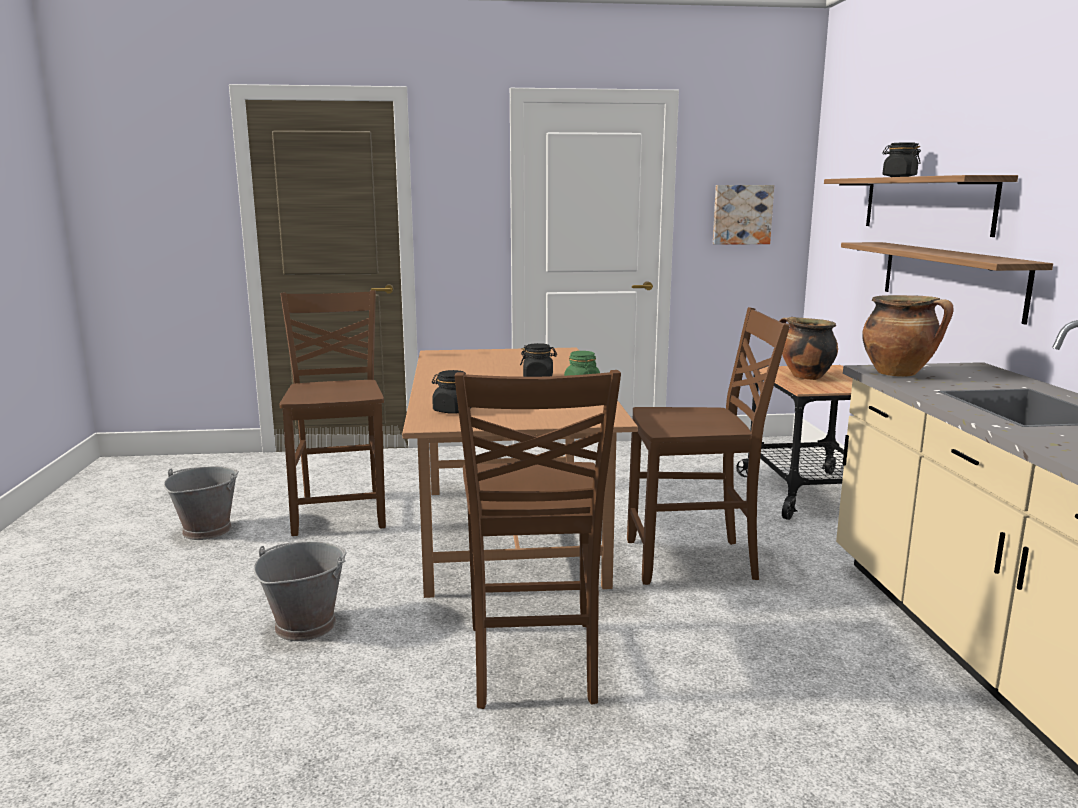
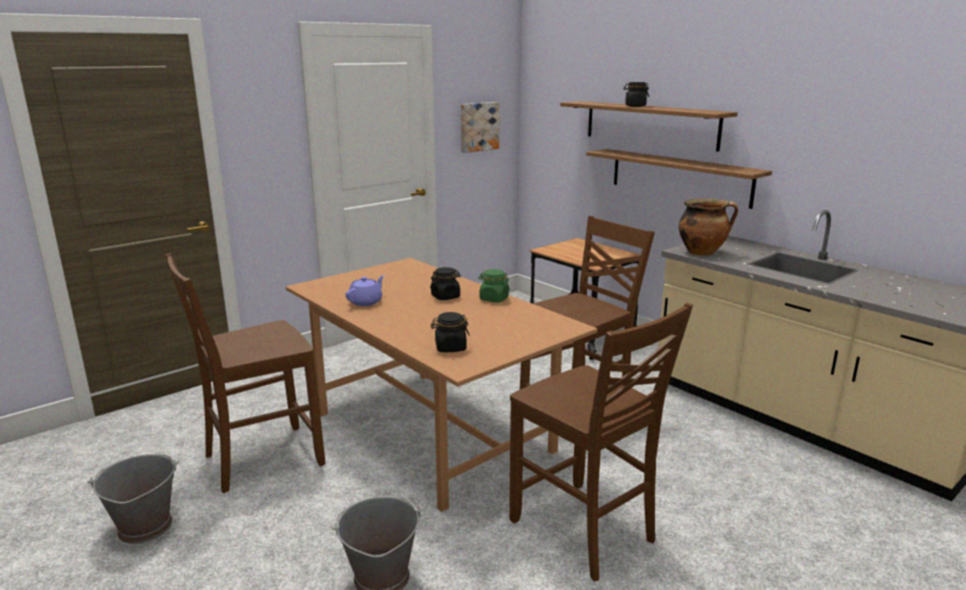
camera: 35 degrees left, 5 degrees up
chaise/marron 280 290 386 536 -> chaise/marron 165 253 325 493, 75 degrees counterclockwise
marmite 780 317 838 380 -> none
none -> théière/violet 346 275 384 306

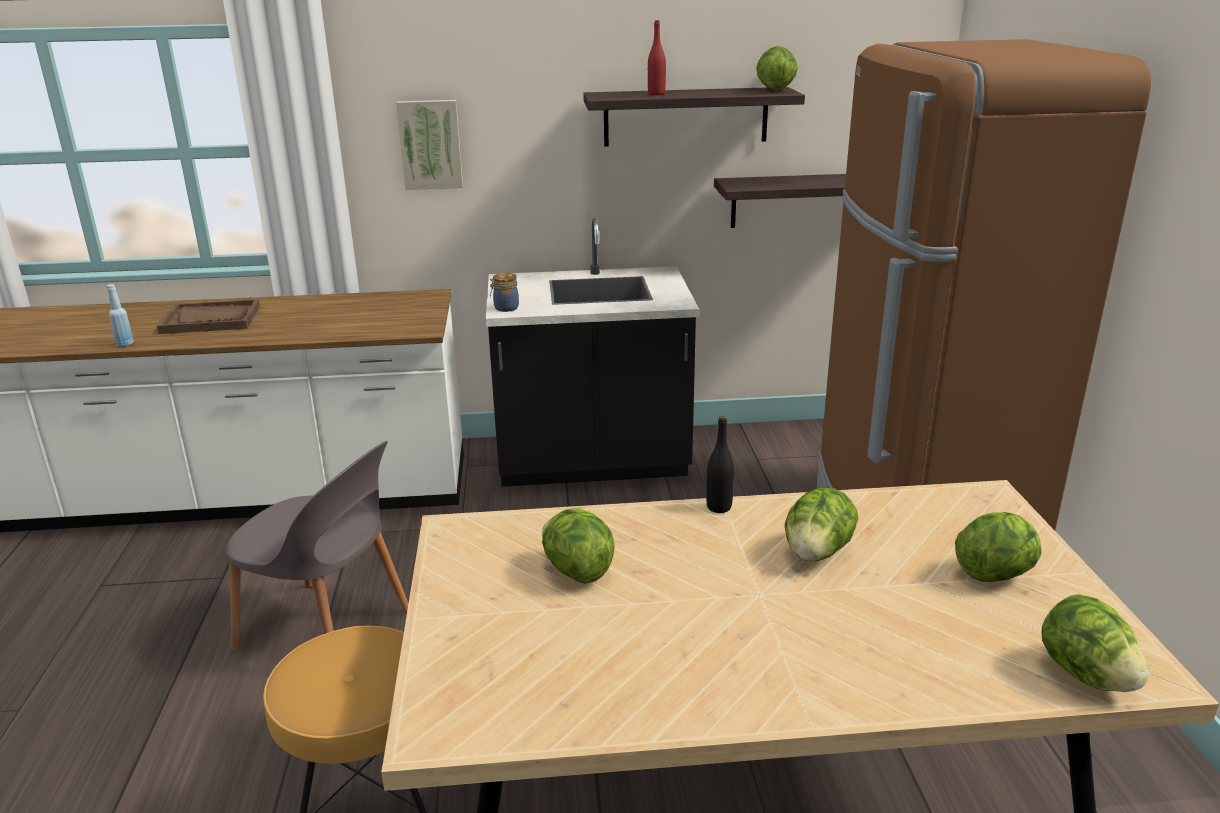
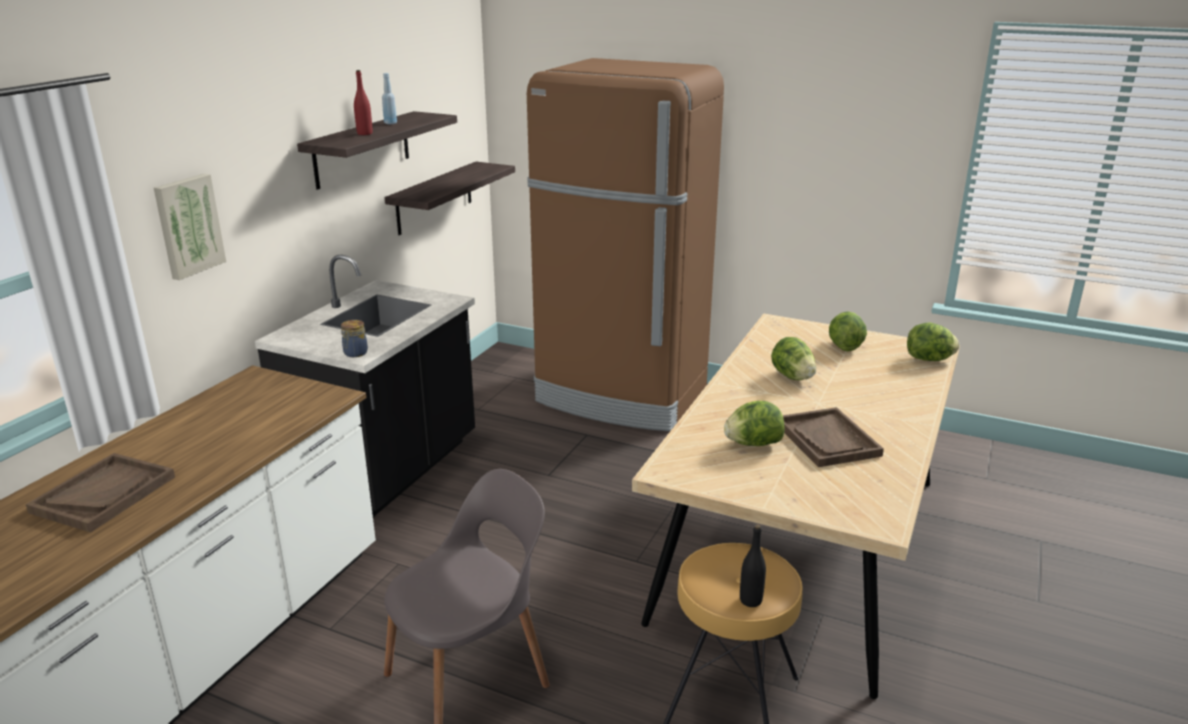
camera: 60 degrees left, 0 degrees up
laitue 756 46 798 91 -> none
bouteille/bleu 107 284 134 347 -> bouteille/bleu 382 73 397 124, move
bouteille/noir 706 416 734 513 -> bouteille/noir 740 524 766 607, move
none -> plateau/marron 783 407 884 467

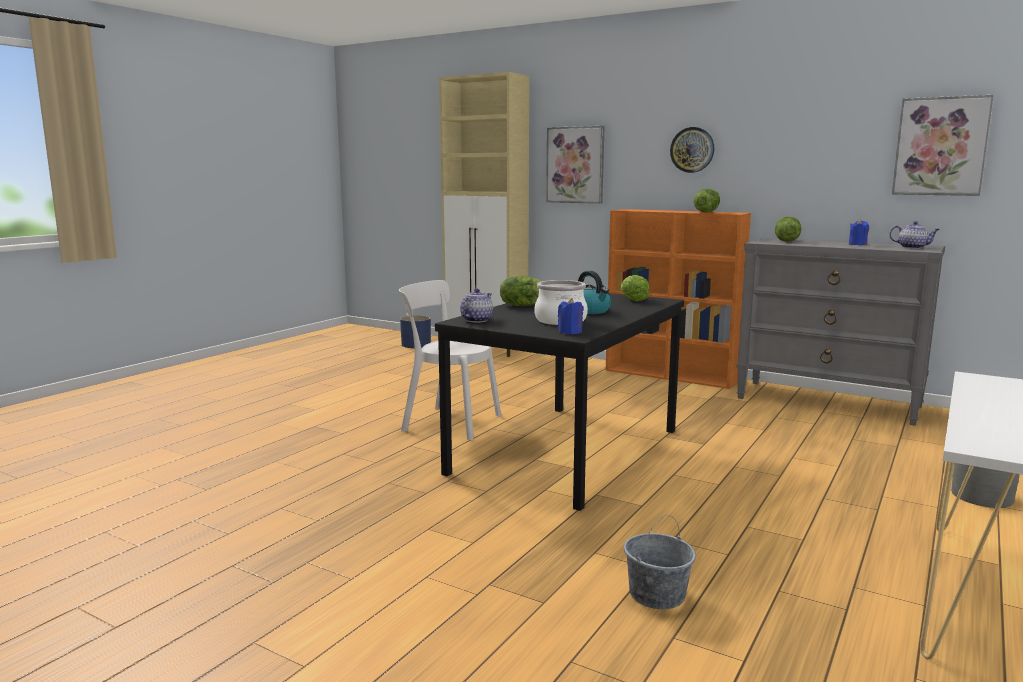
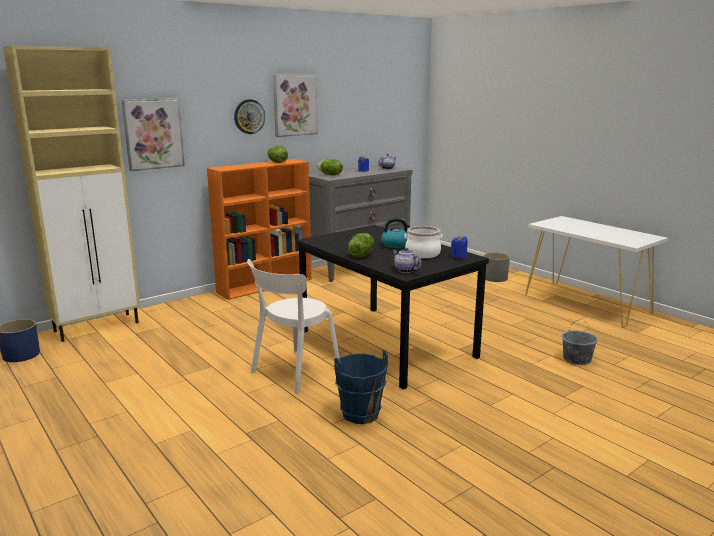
camera: 70 degrees left, 5 degrees up
tableau 892 95 994 196 -> tableau 273 75 318 137, move
laitue 621 275 649 301 -> none
none -> seau/bleu 334 350 388 424

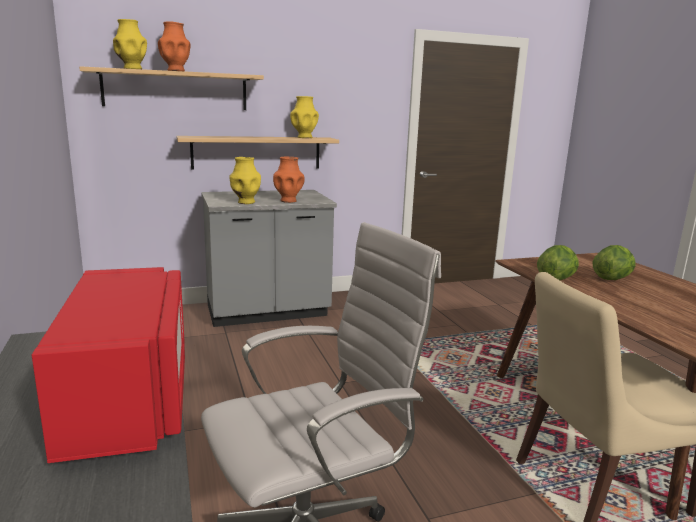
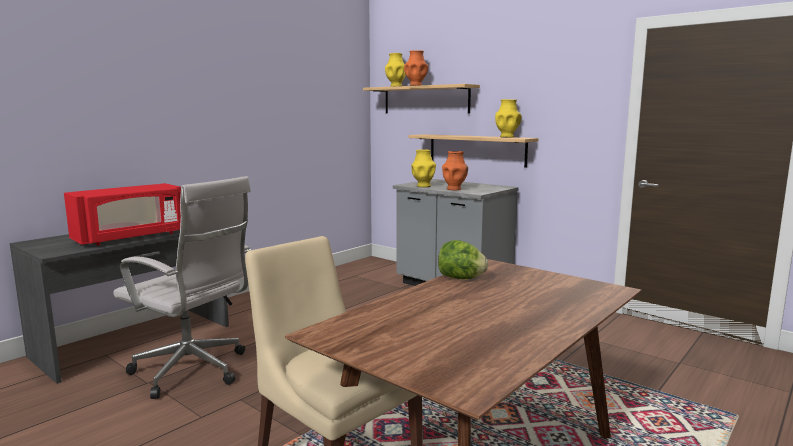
camera: 60 degrees right, 5 degrees down
laitue 592 245 636 280 -> none

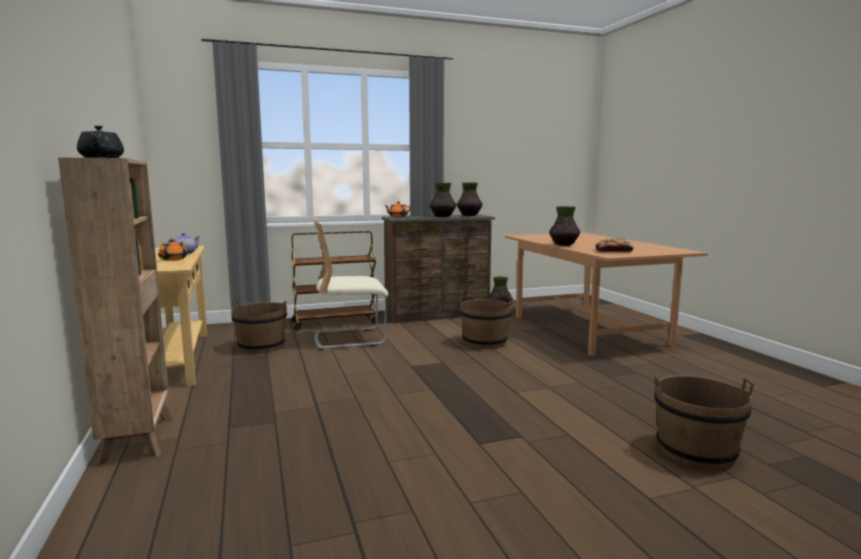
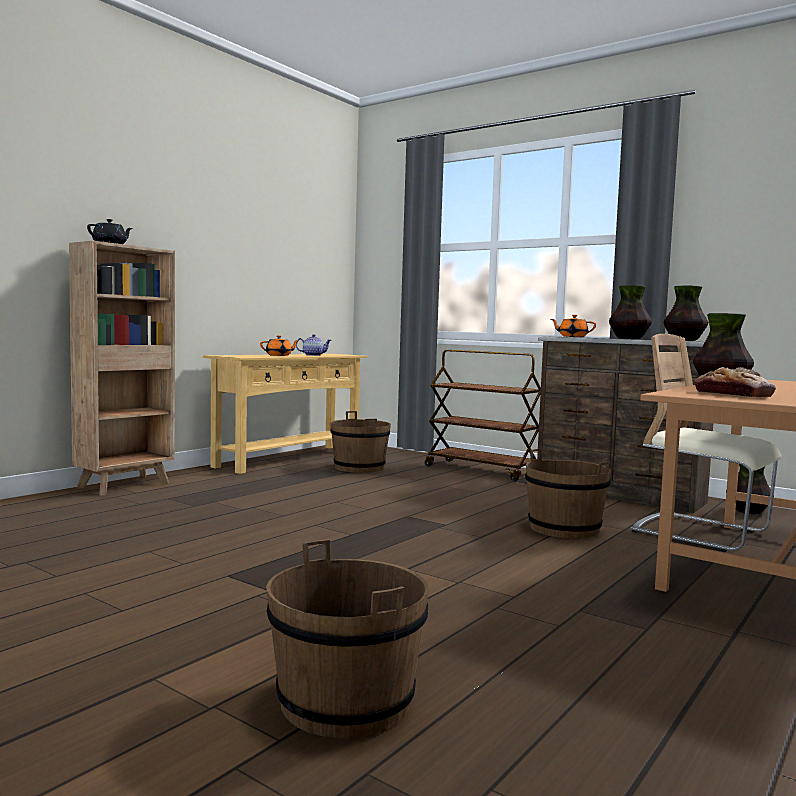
camera: 55 degrees right, 5 degrees down
chaise/beige 314 219 389 350 -> chaise/beige 631 334 781 552, move

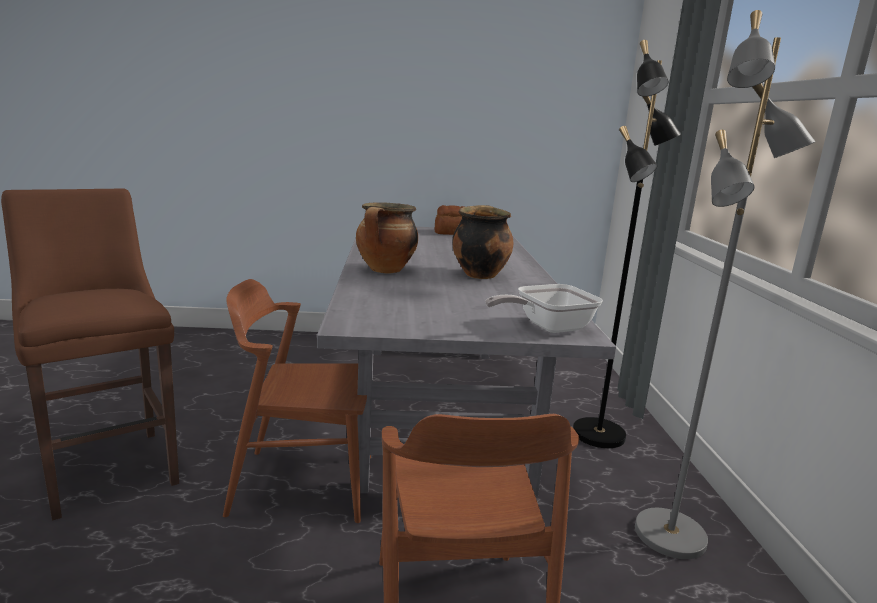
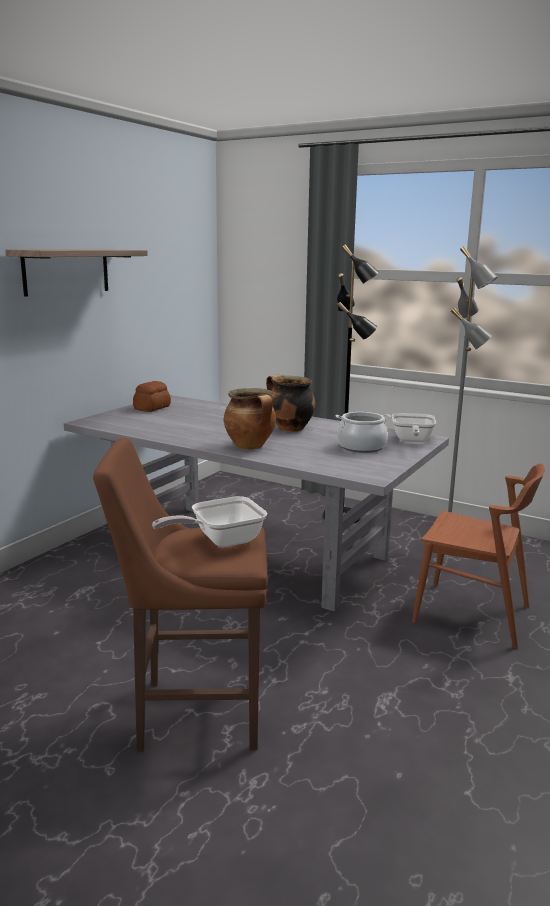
camera: 55 degrees left, 0 degrees up
chaise/marron 223 279 371 523 -> none
none -> étagère 5 250 148 297
none -> marmite 336 412 391 453
none -> poêle 152 496 267 547

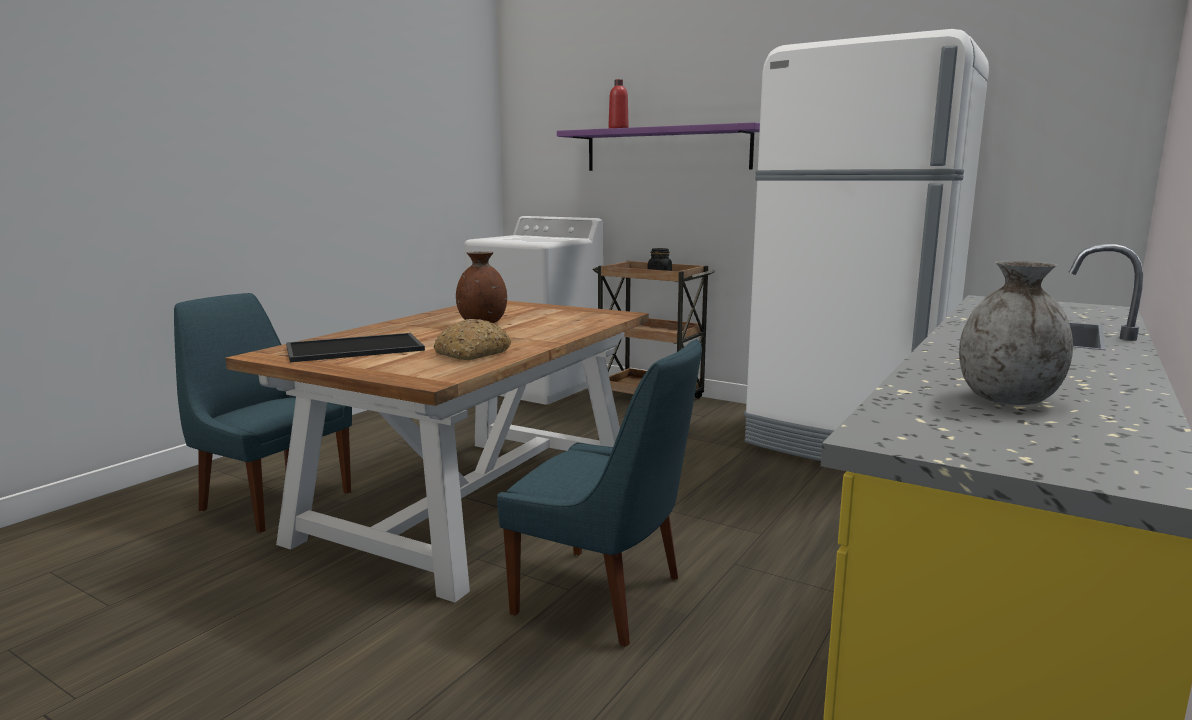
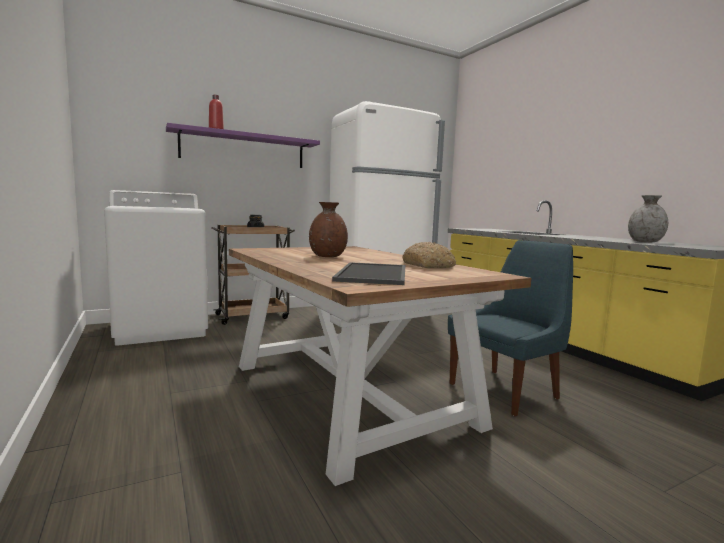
camera: 60 degrees left, 5 degrees down
chaise/bleu 174 293 352 533 -> none

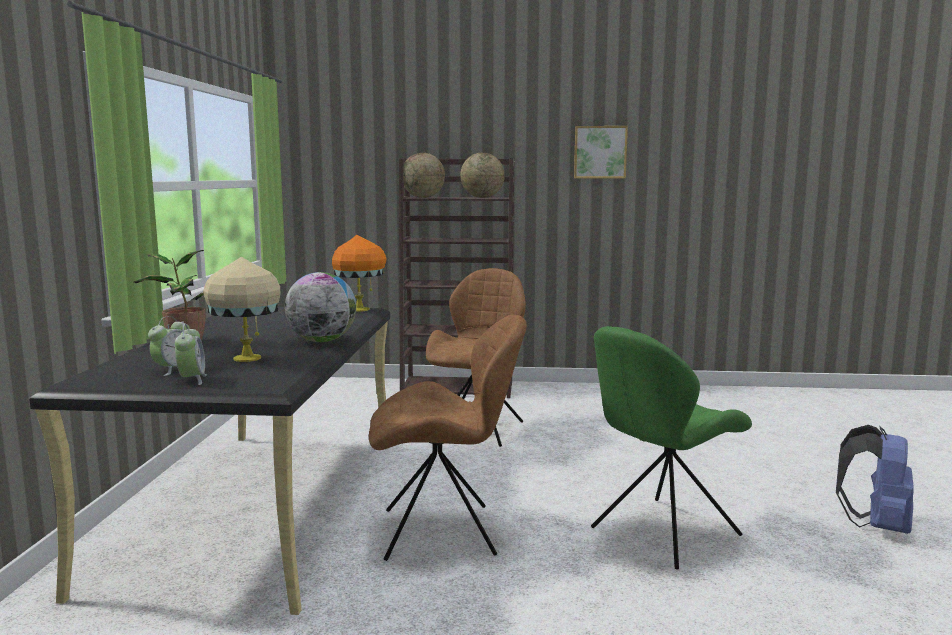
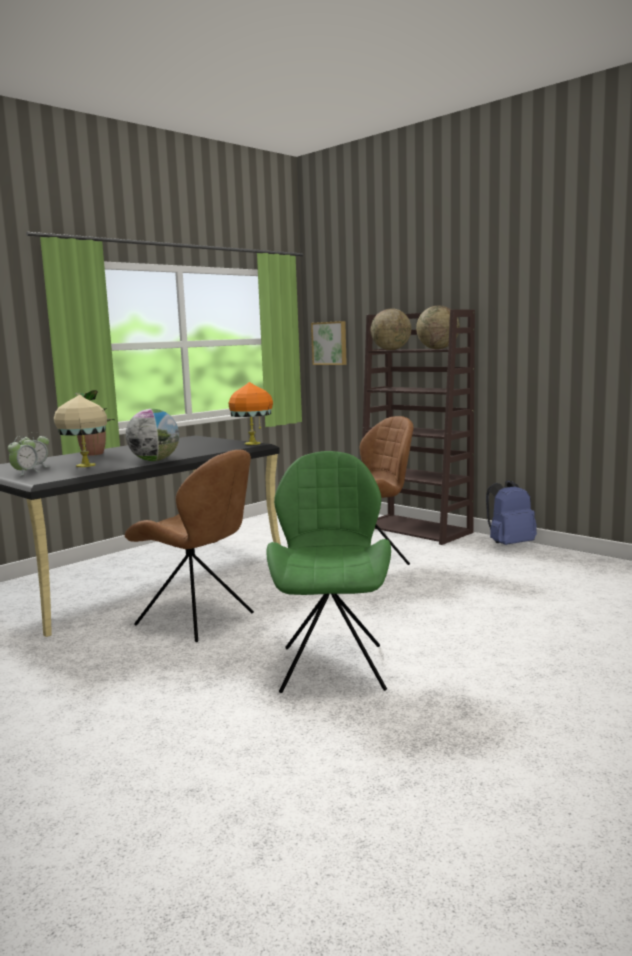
camera: 40 degrees right, 0 degrees up
tableau 574 126 628 178 -> tableau 311 321 347 365, move
chaise/vert 591 326 752 569 -> chaise/vert 267 451 391 693, 90 degrees clockwise
sac à dos/bleu 836 425 914 534 -> sac à dos/bleu 486 480 537 545, move

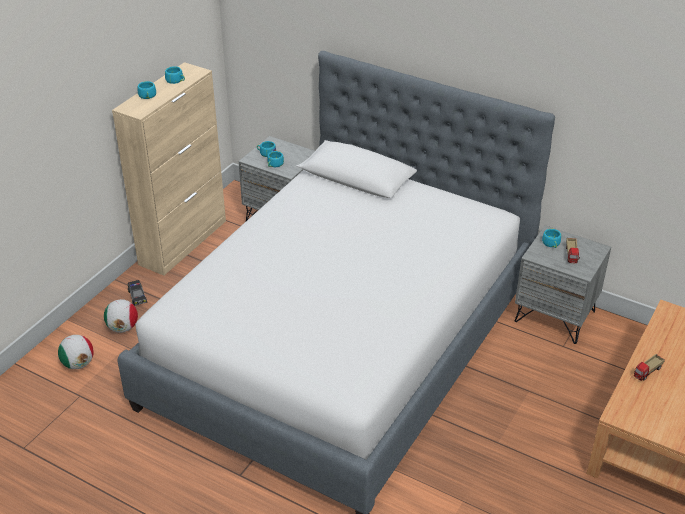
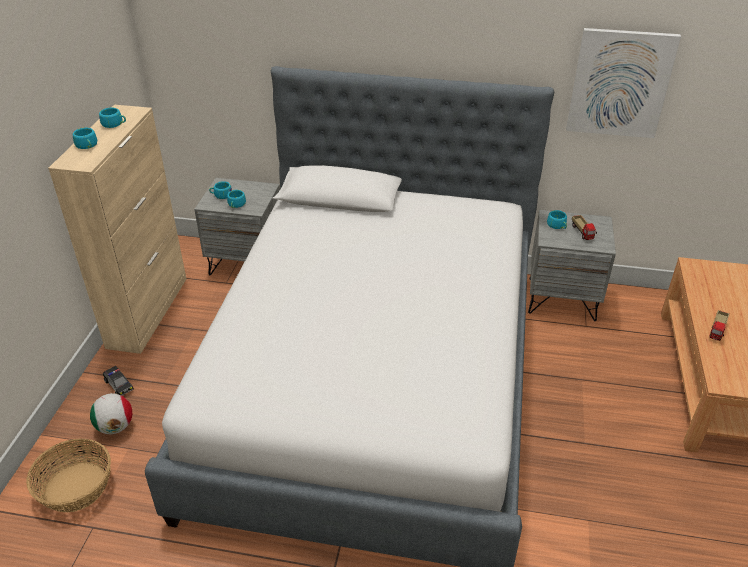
camera: 20 degrees left, 0 degrees up
ballon de foot 58 335 94 369 -> panier 26 439 111 512
none -> tableau 566 28 681 138

